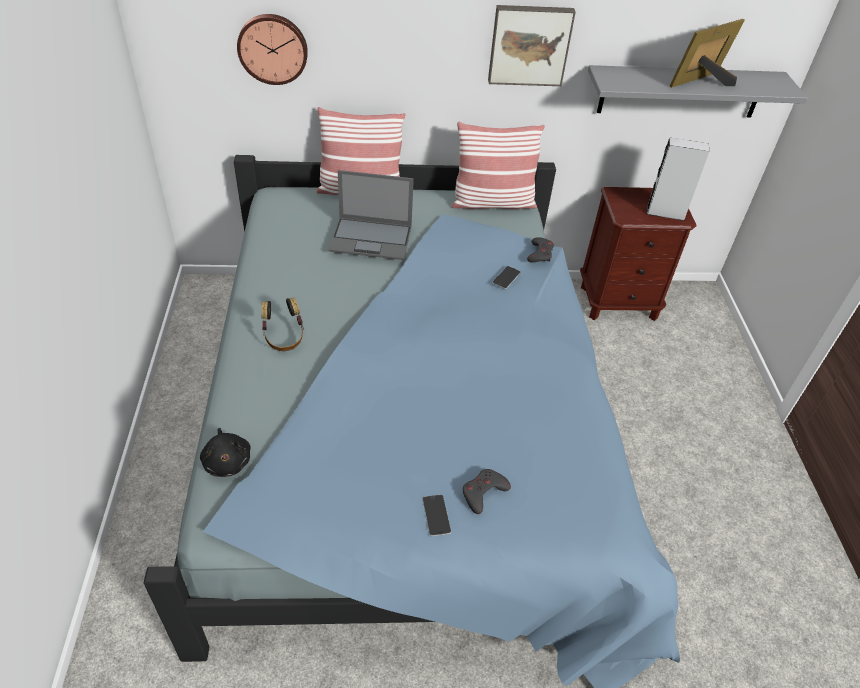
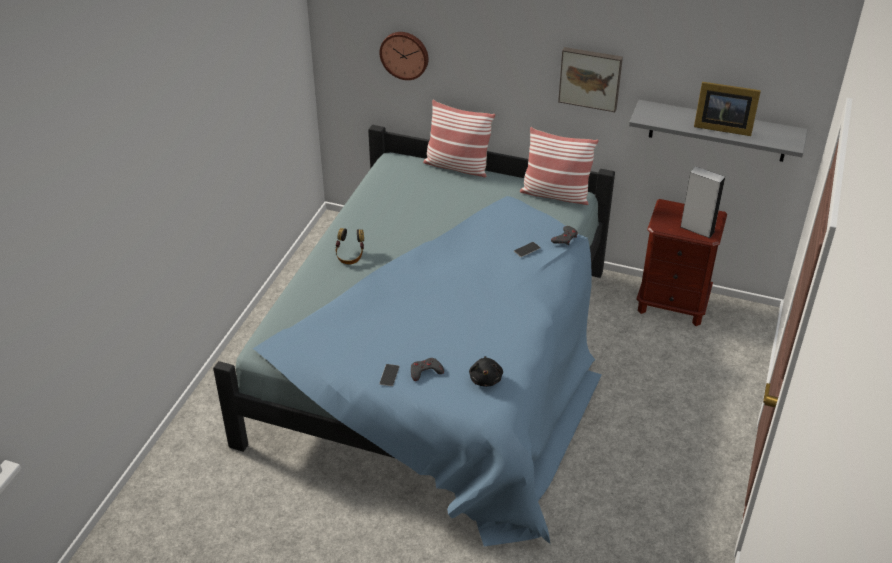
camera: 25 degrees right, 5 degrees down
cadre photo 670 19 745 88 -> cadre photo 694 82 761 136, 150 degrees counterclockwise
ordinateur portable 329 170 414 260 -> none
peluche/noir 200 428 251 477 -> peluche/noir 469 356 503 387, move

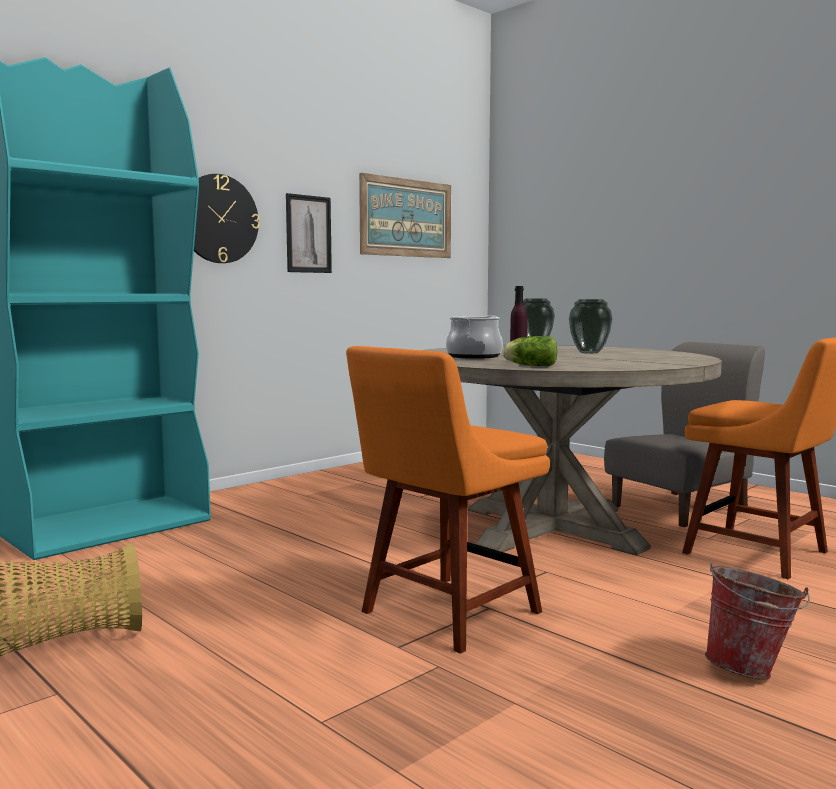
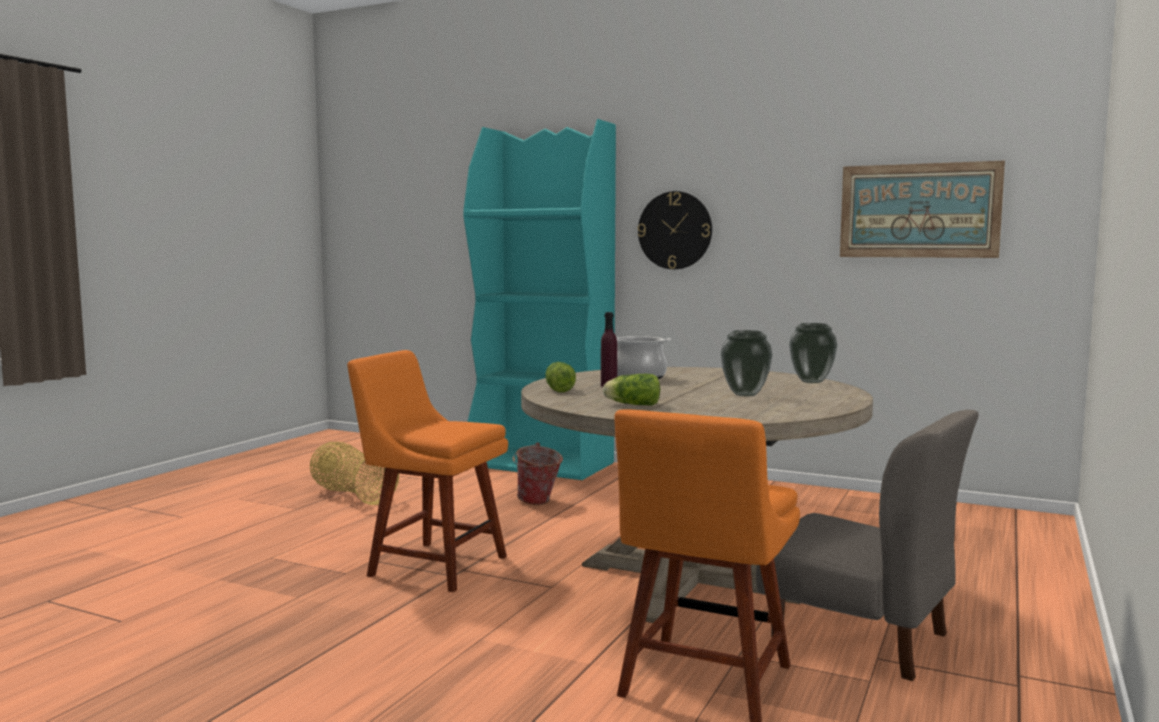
camera: 70 degrees right, 0 degrees up
tableau 286 193 332 273 -> none
seau 705 563 810 680 -> seau 512 443 563 505, move
none -> laitue 603 374 660 406

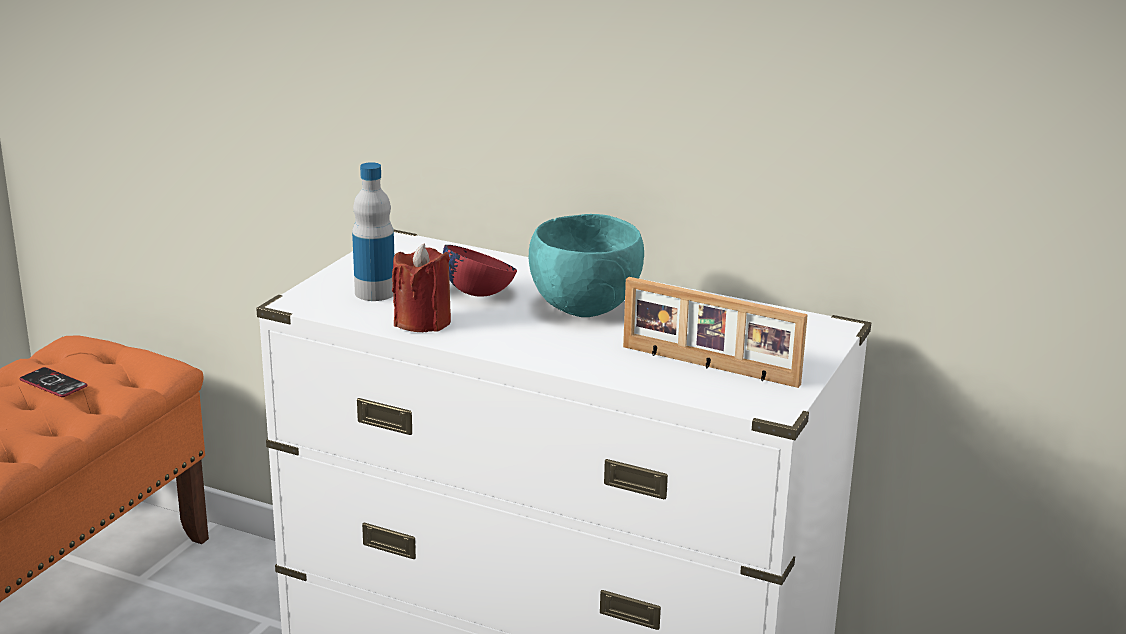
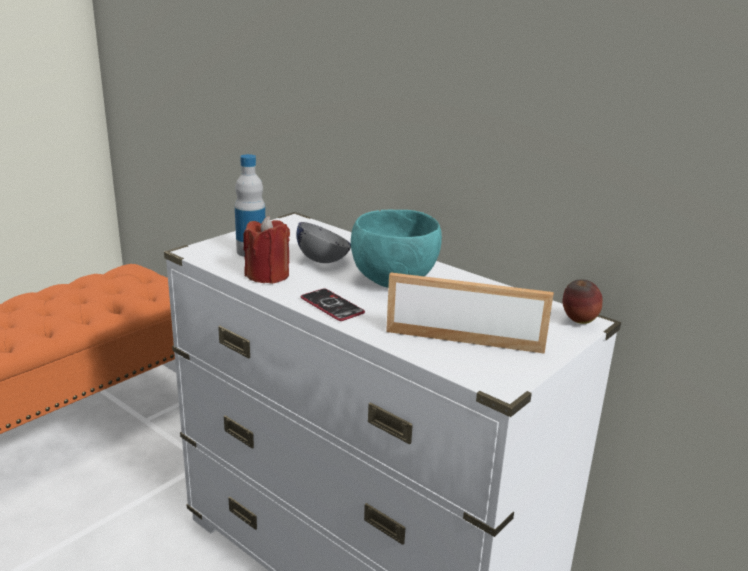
camera: 15 degrees right, 0 degrees up
bol/rouge 443 245 517 297 -> bol/gris 296 222 351 263
cadre photo 623 277 808 388 -> cadre photo 386 272 553 354, 150 degrees clockwise
téléphone 19 367 87 397 -> téléphone 301 288 365 321, move
none -> pomme 563 279 603 324

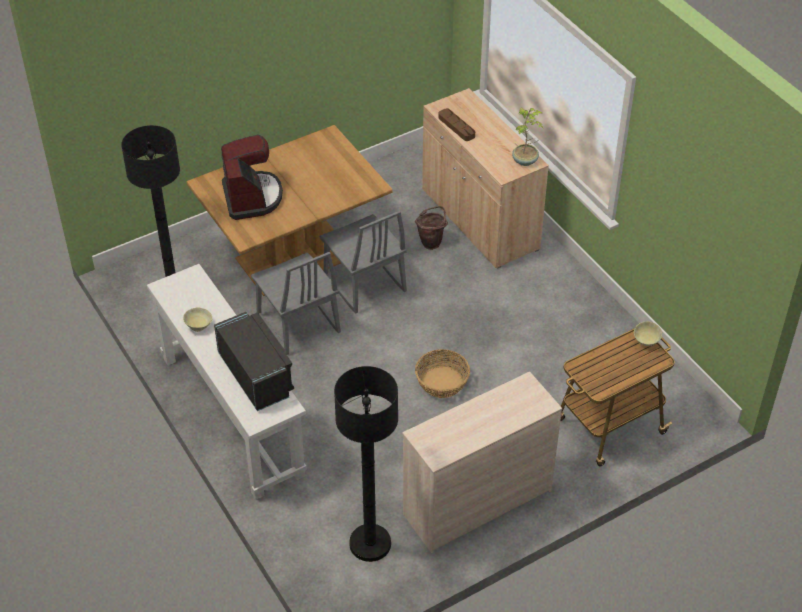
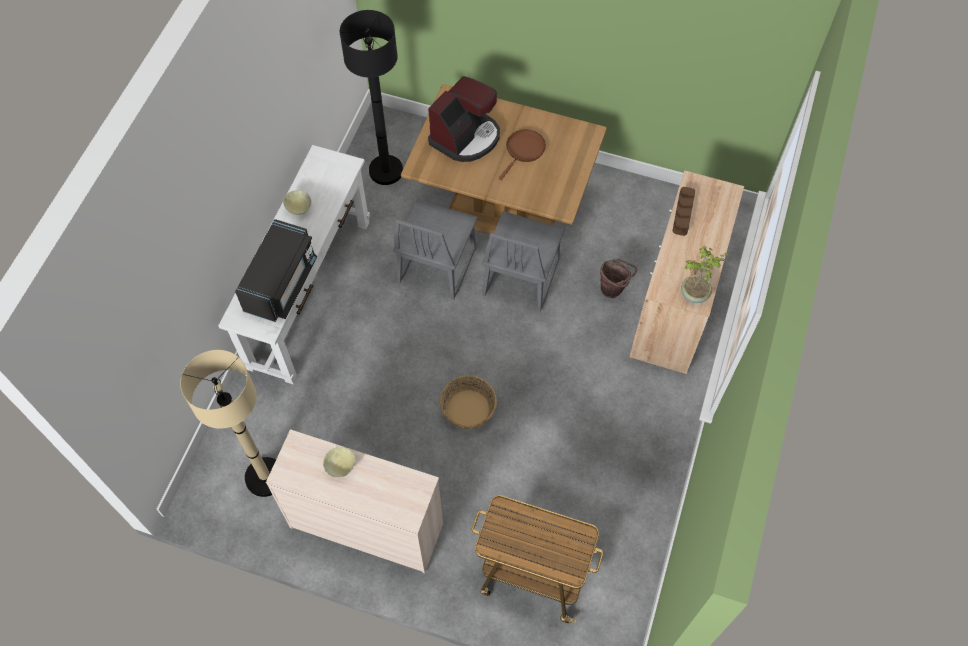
camera: 50 degrees right, 15 degrees up
bol/beige 634 321 662 346 -> bol/beige 323 447 356 478, move
lampadaire/noir 334 366 398 562 -> lampadaire/beige 180 350 276 497
none -> poêle/marron 499 129 546 180

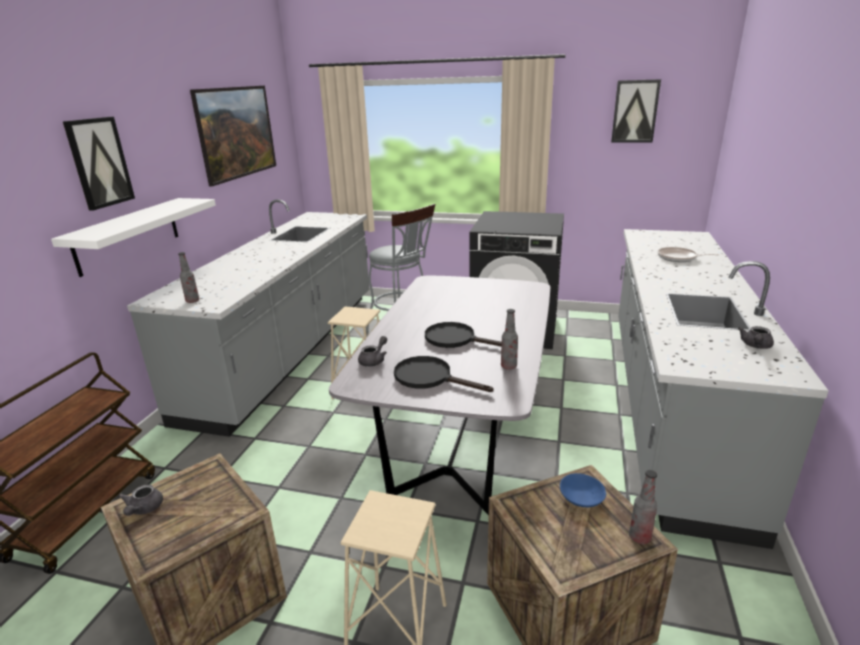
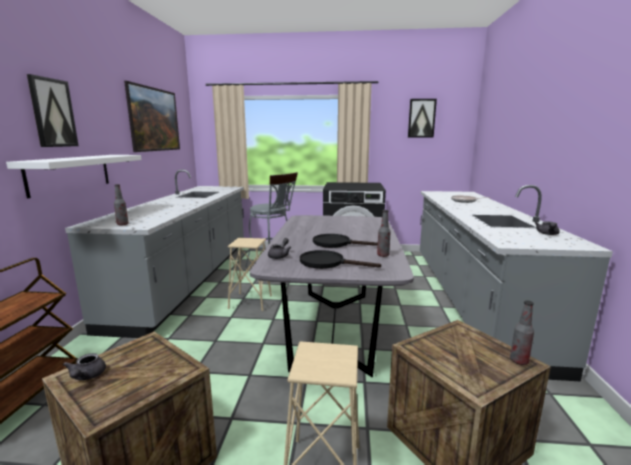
camera: 10 degrees left, 10 degrees down
bol/bleu 560 473 606 507 -> none

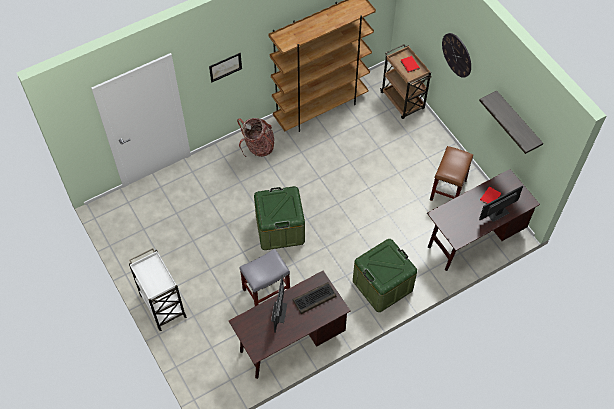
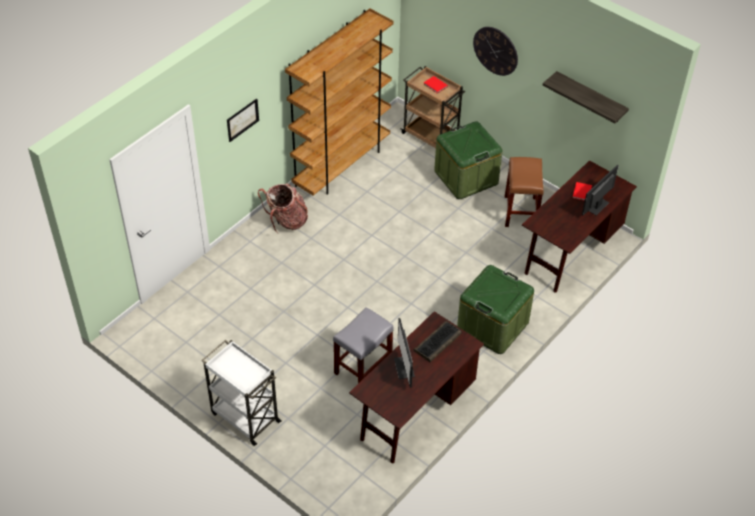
camera: 20 degrees left, 10 degrees down
boîte de rangement/vert 254 186 305 250 -> boîte de rangement/vert 434 121 503 199, move

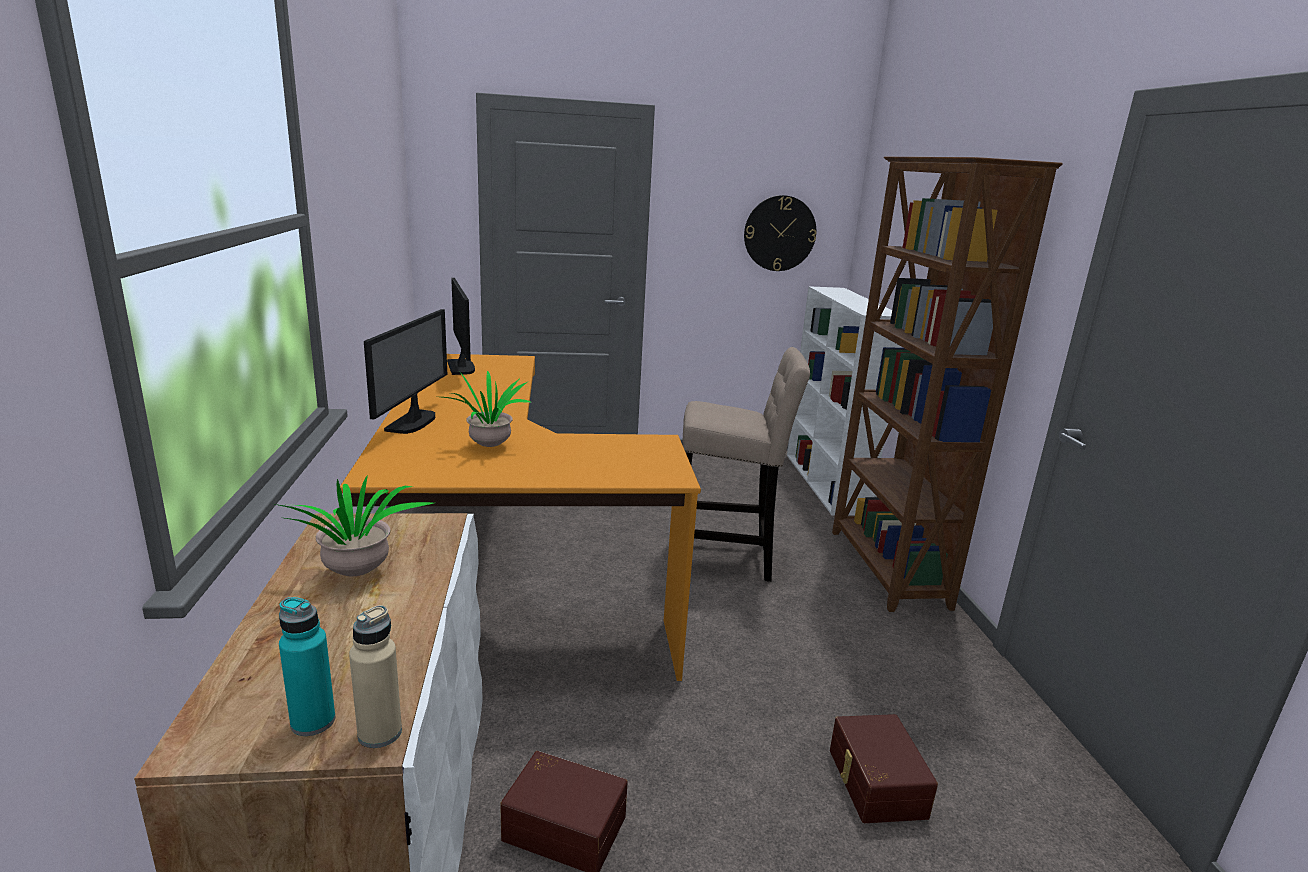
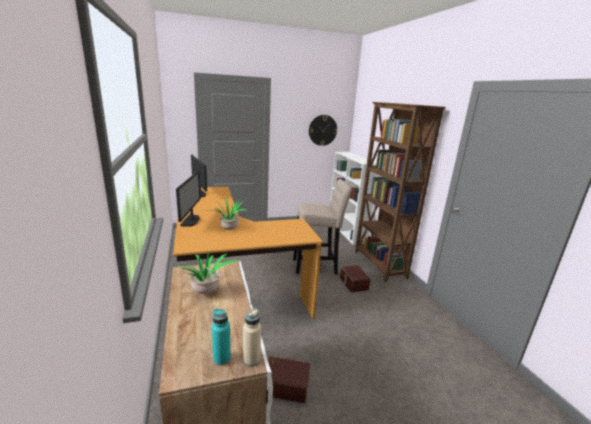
camera: 10 degrees left, 0 degrees up
boîte de rangement/marron 830 714 938 823 -> boîte de rangement/marron 340 265 371 293, move

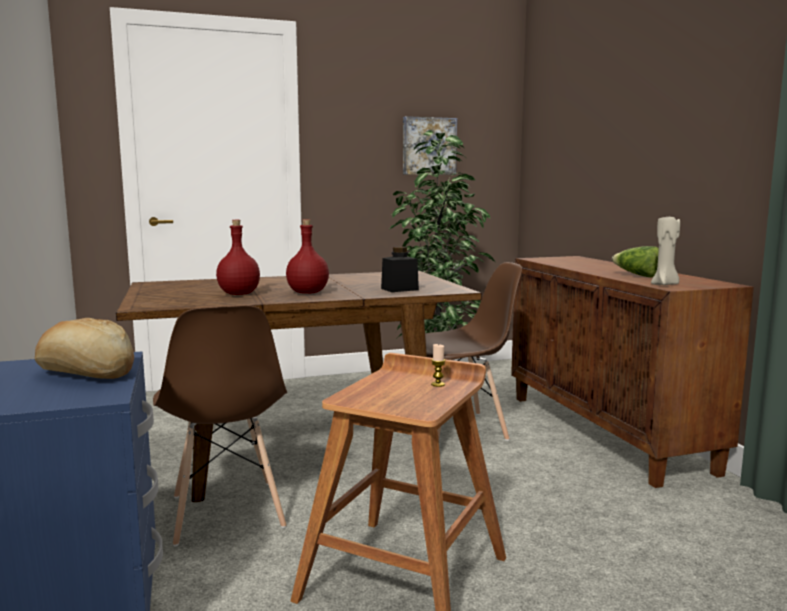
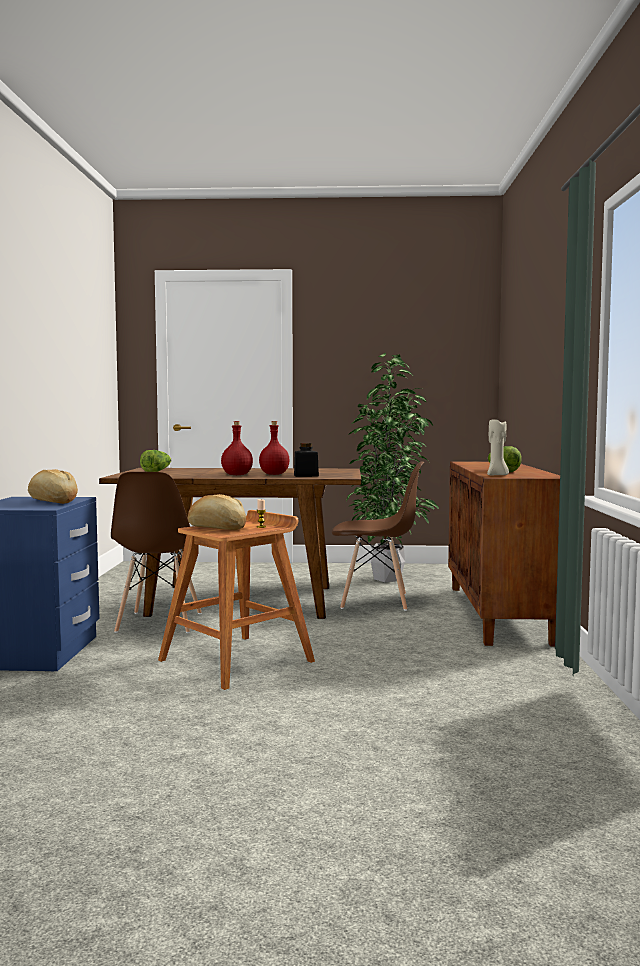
camera: 20 degrees right, 5 degrees down
tableau 403 116 457 175 -> none
bouteille/rouge 216 220 260 295 -> bouteille/rouge 259 421 289 475, move
none -> laitue 140 450 171 472
none -> pain 188 494 246 530

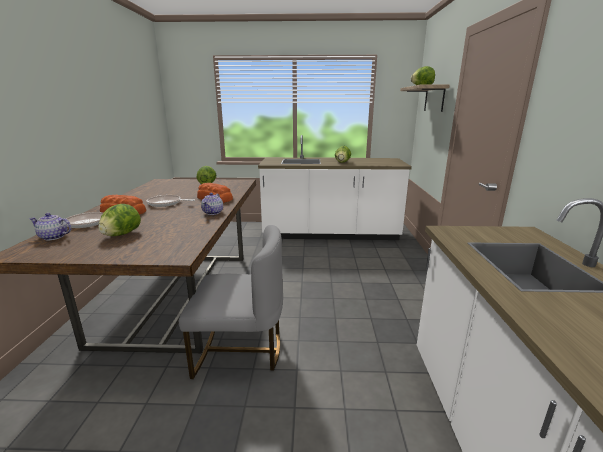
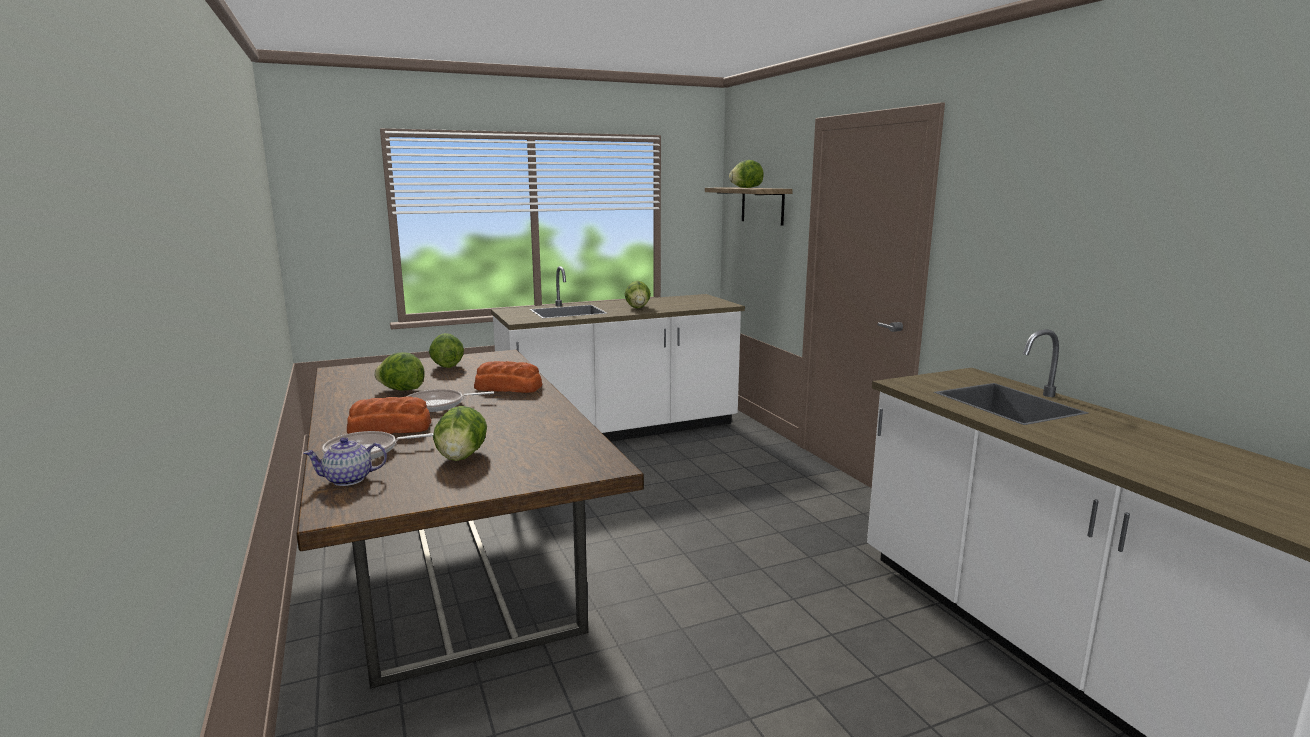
camera: 25 degrees left, 5 degrees down
théière 201 193 223 215 -> none
chaise/gris 179 225 283 379 -> none
none -> laitue 374 352 425 390

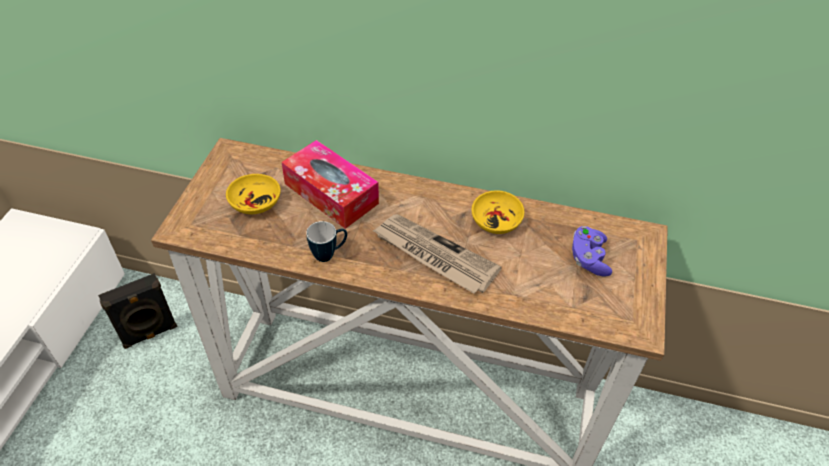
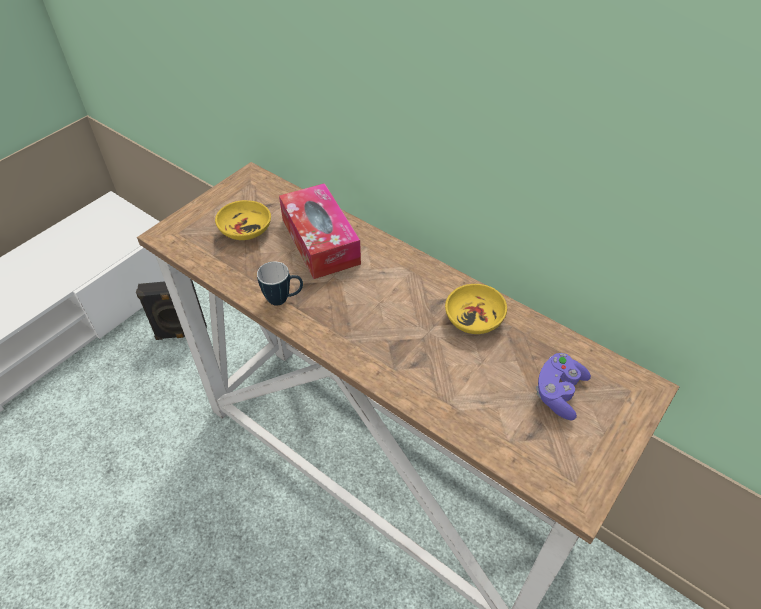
camera: 25 degrees right, 0 degrees up
journal 372 214 502 294 -> none

